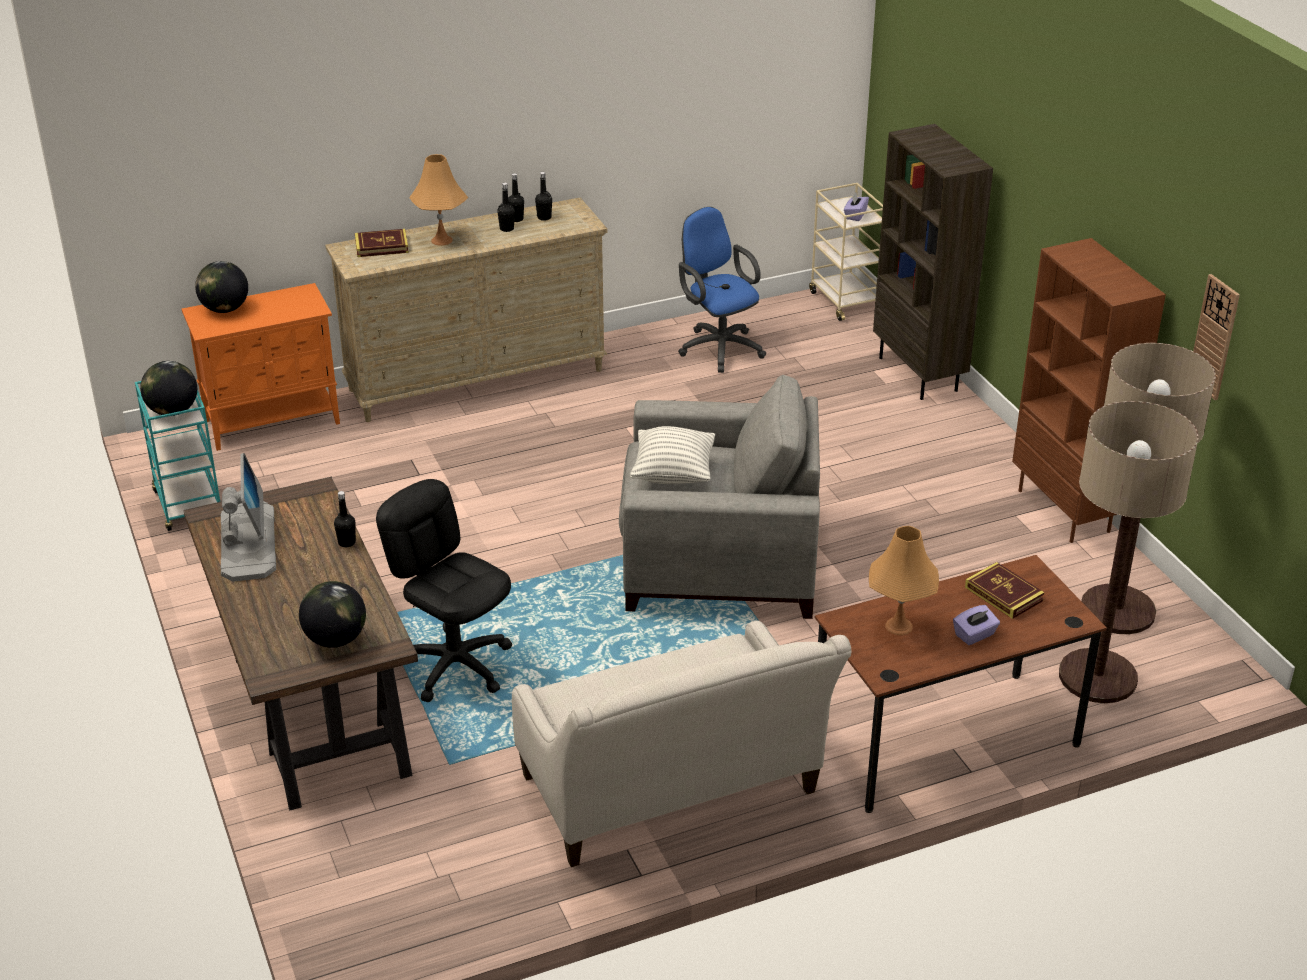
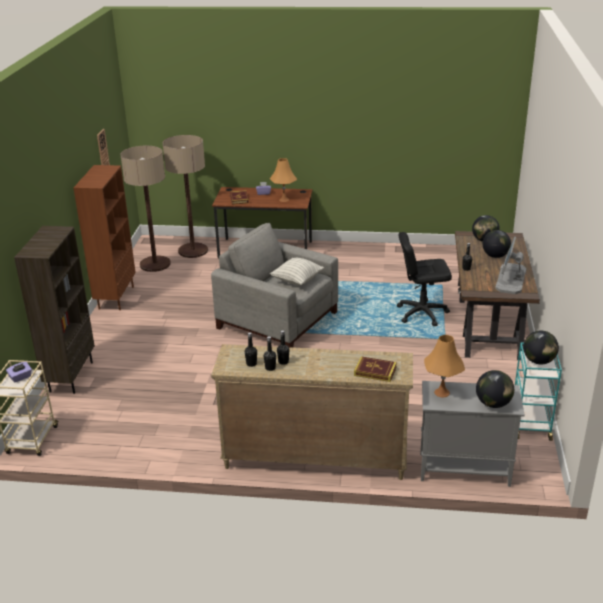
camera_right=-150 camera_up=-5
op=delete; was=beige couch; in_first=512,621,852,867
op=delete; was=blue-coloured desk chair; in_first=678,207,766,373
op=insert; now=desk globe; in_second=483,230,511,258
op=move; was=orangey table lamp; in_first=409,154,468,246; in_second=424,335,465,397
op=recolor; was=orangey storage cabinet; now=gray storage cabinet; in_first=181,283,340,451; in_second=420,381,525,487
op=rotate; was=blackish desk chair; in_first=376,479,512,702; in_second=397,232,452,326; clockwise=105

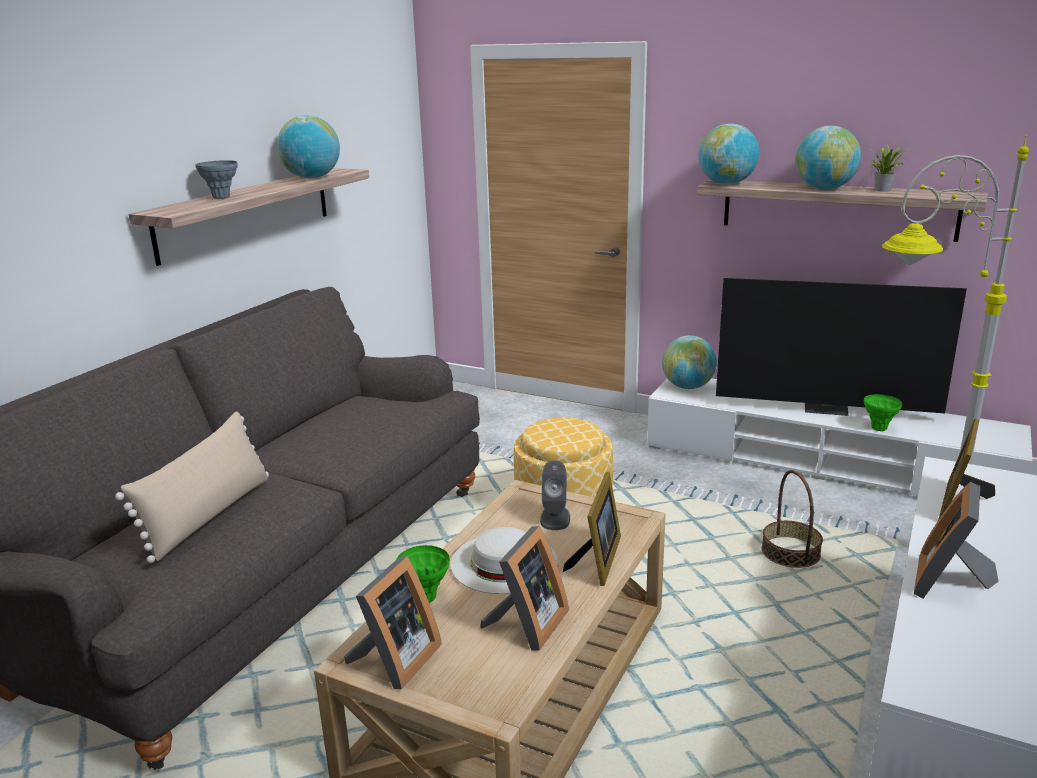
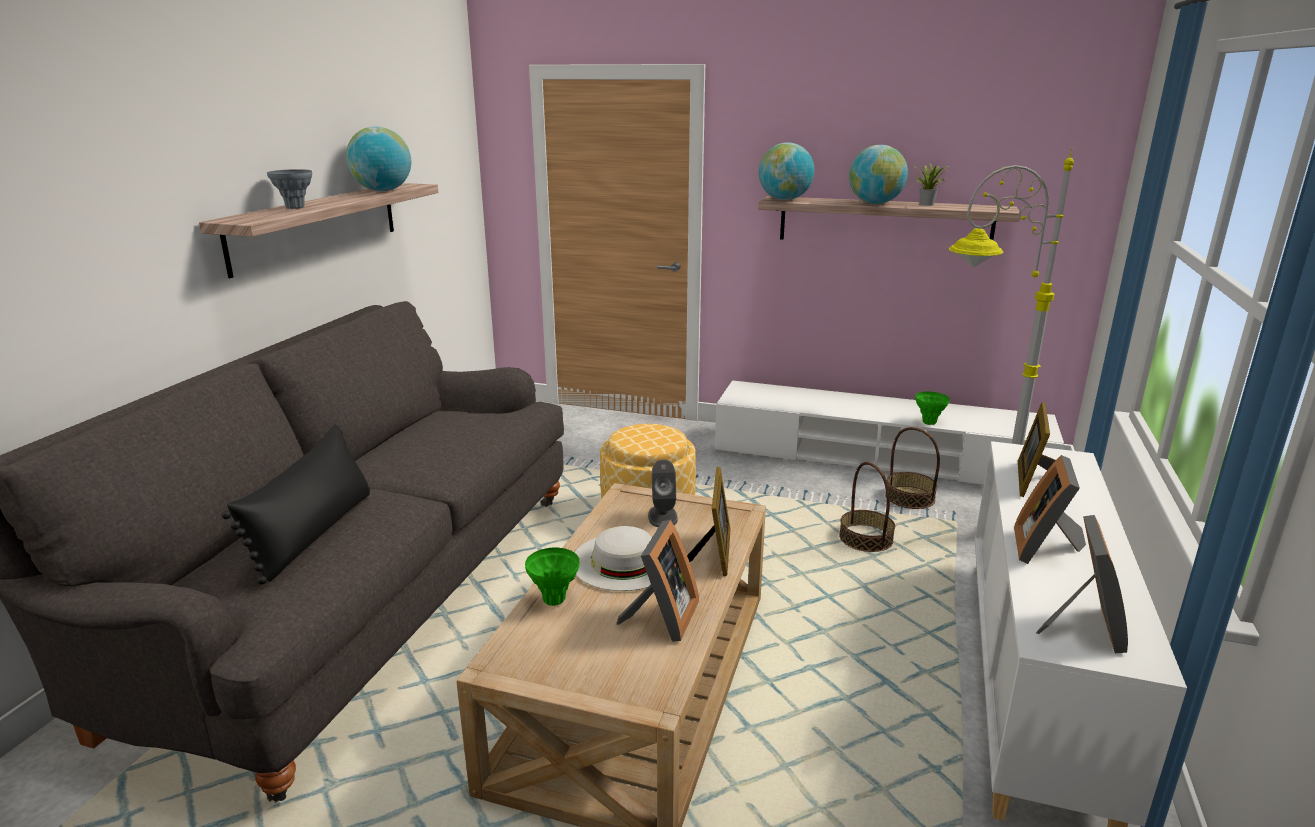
camera_right=-10 camera_up=0
op=delete; was=desk globe; in_first=662,335,717,389
op=delete; was=television; in_first=716,278,967,416
op=insert; now=basket; in_second=885,427,940,509
op=move; was=photo frame; in_first=344,556,442,689; in_second=1036,515,1128,653
op=recolor; was=beige pillow; now=blackish pillow; in_first=115,412,269,563; in_second=221,425,370,585

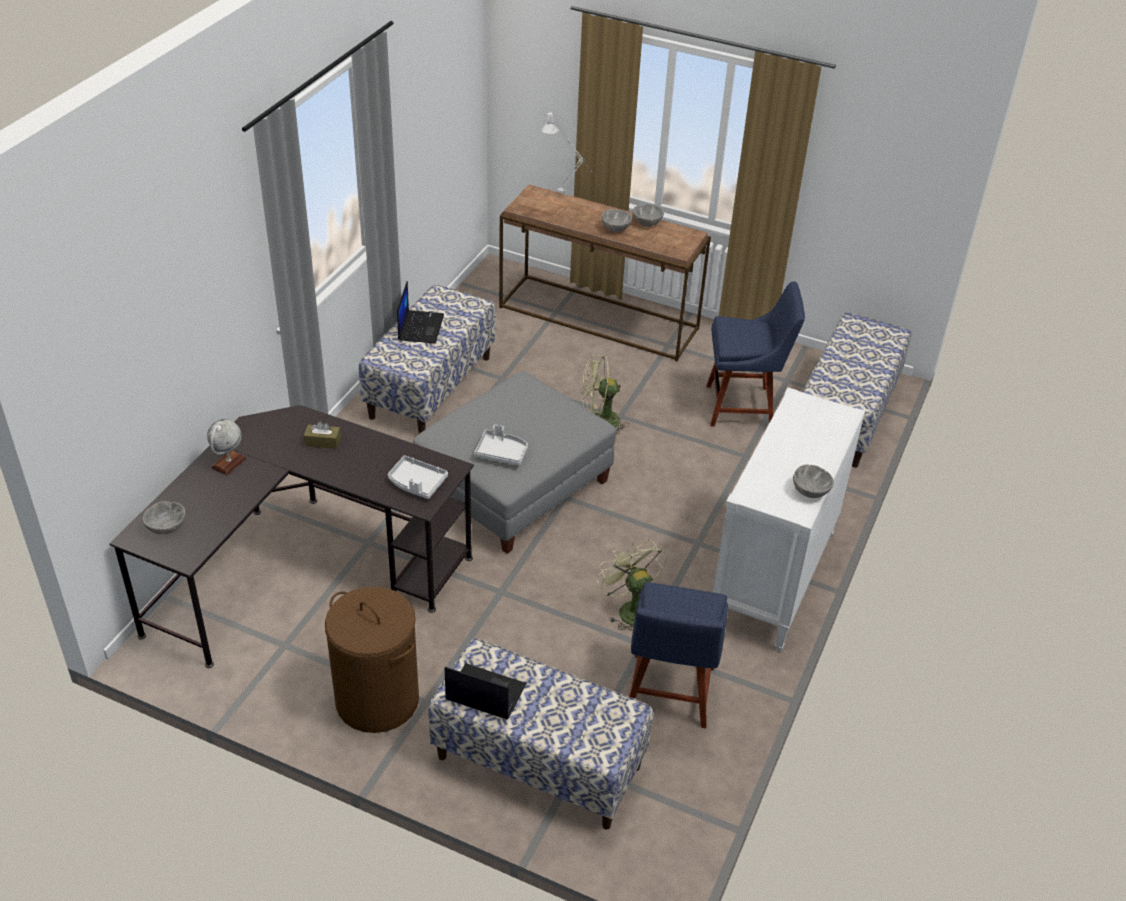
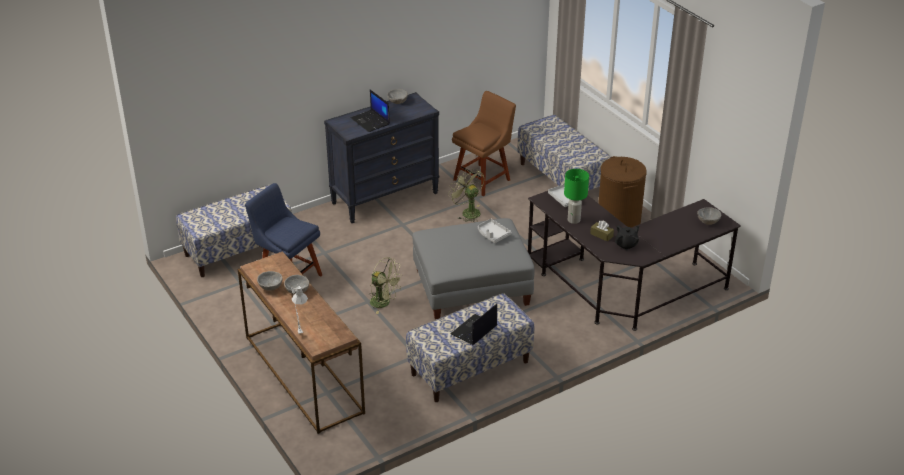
camera_right=-145 camera_up=-5
op=delete; was=desk globe; in_first=207,419,247,476
op=insert; now=greenish table lamp; in_second=564,169,589,224
op=insert; now=blackish tea pot; in_second=615,225,639,250
op=move; was=portable computer; in_first=445,663,527,719; in_second=351,90,390,132
op=recolor; was=blue-coloured chair; now=brownish chair; in_first=629,582,728,728; in_second=452,91,516,196
op=recolor; was=whitish chest of drawers; now=blackish chest of drawers; in_first=713,387,865,652; in_second=324,92,440,223
op=rotate; was=greenish fan; in_first=596,539,667,632; in_second=448,168,484,222; clockwise=135

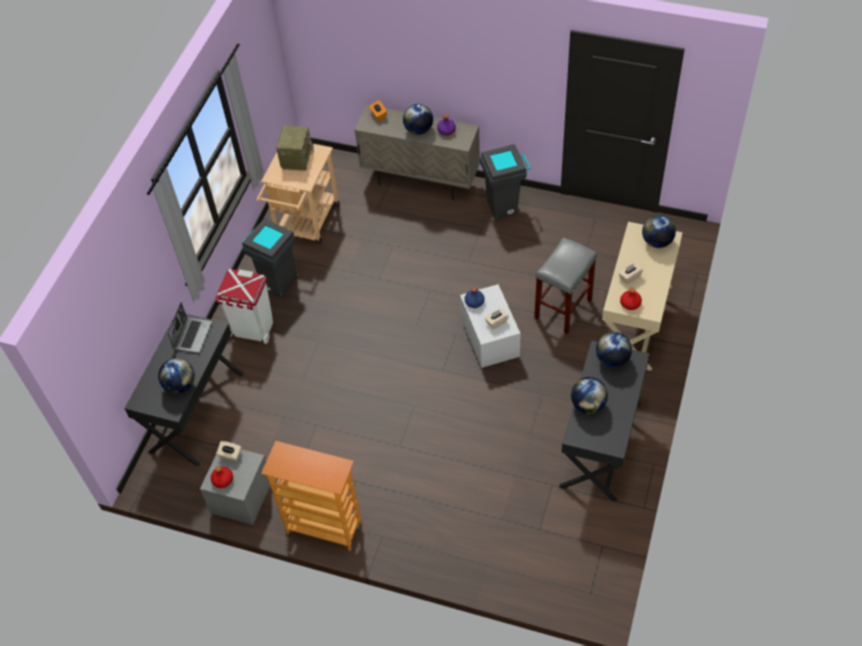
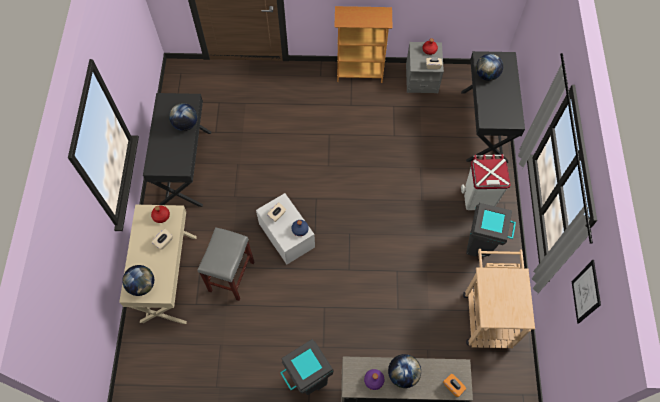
camera_right=160 camera_up=10
op=delete; was=portable computer; in_first=167,302,212,353
op=delete; was=radio; in_first=276,125,314,171
op=delete; was=desk globe; in_first=596,332,632,368
op=insert; now=wall picture; in_second=572,260,601,324

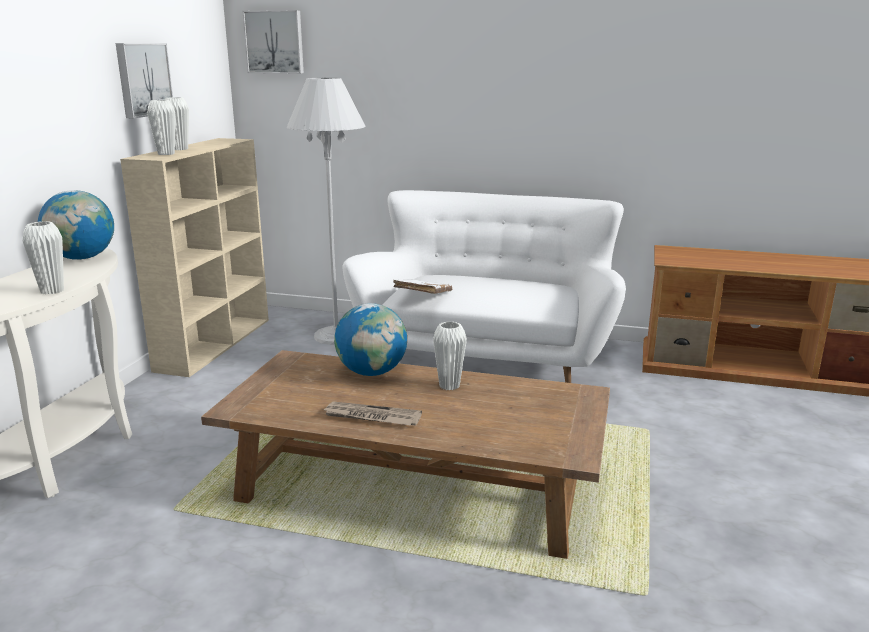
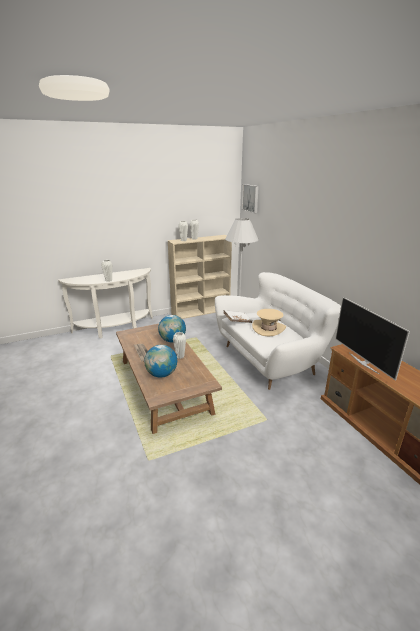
camera_right=50 camera_up=5
op=delete; was=wall picture; in_first=116,43,173,119
op=insert; now=beige wearable hat; in_second=252,309,286,336
op=insert; now=television; in_second=335,297,410,381
op=move; was=desk globe; in_first=38,190,114,260; in_second=144,345,177,378

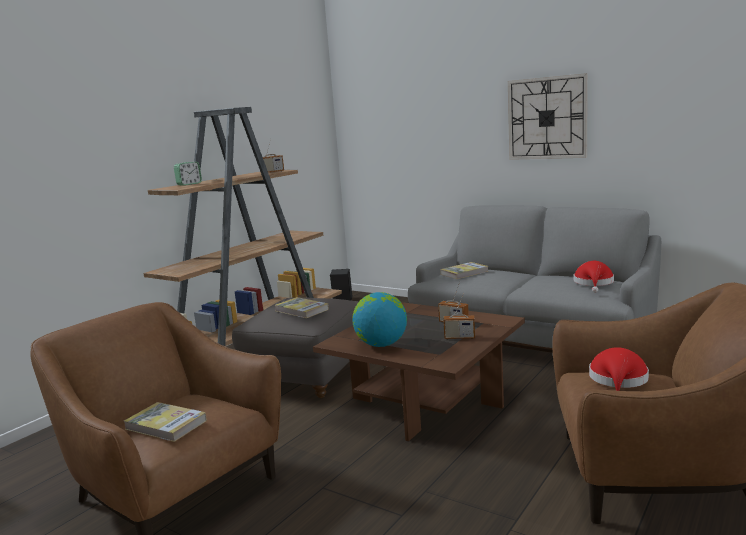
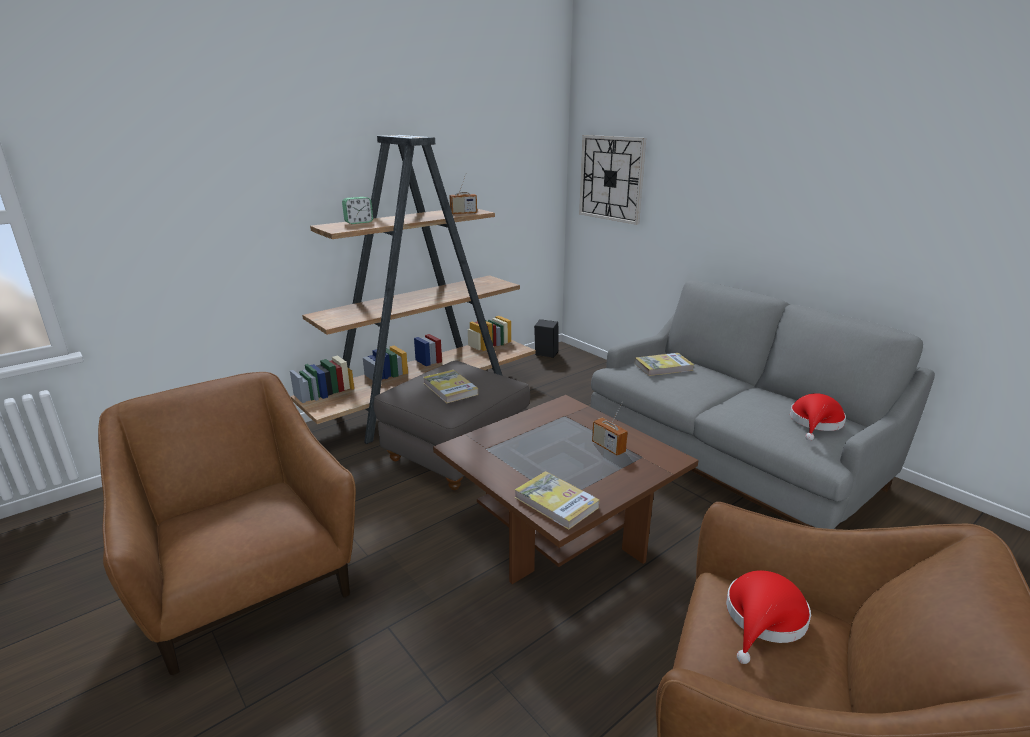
camera_right=15 camera_up=10
op=delete; was=desk globe; in_first=352,292,407,347
op=delete; was=radio; in_first=443,293,475,339
op=move; was=bound book; in_first=124,402,207,442; in_second=515,471,599,530
op=move; was=wall clock; in_first=508,73,588,160; in_second=579,135,646,225

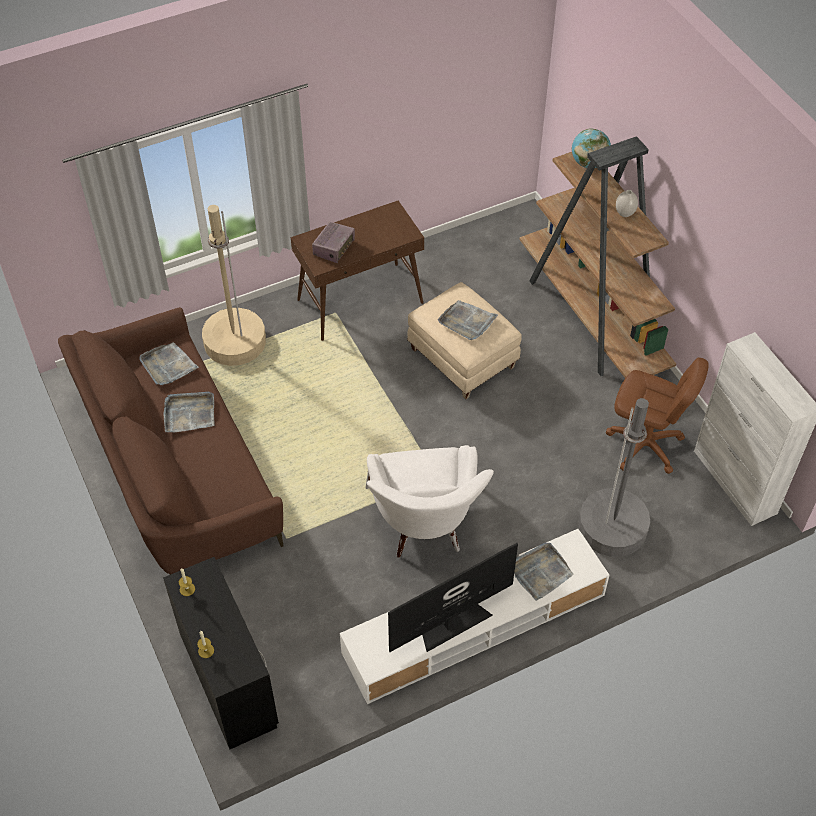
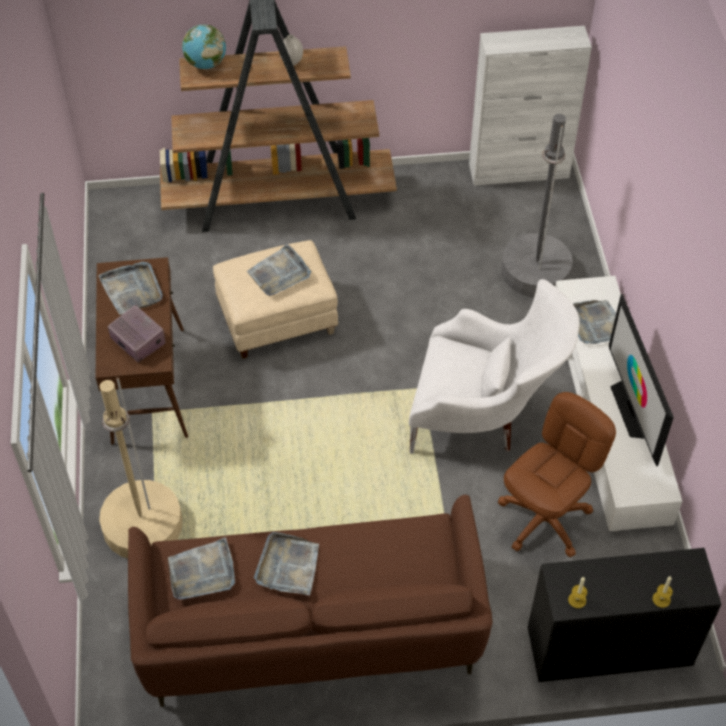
camera_right=-70 camera_up=0
op=insert; now=gray tray; in_second=98,262,163,315
op=move; was=brownish desk chair; in_first=606,357,709,474; in_second=498,392,616,557

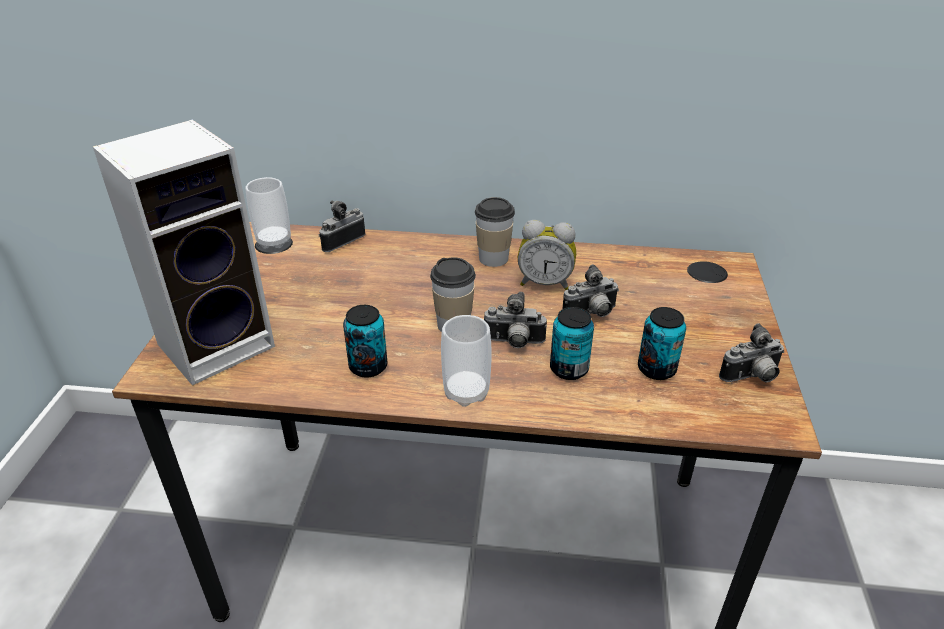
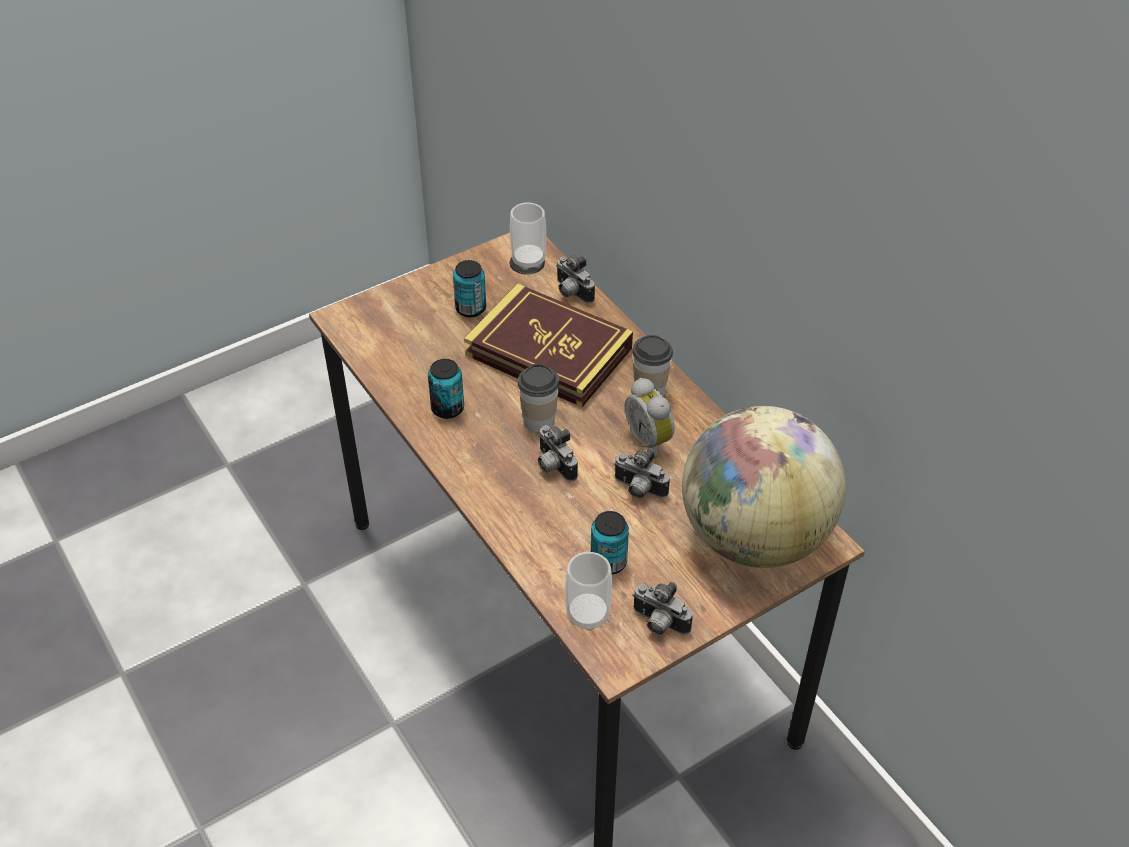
camera_right=50 camera_up=10
op=delete; was=audio speaker; in_first=93,120,275,386
op=insert; now=bound book; in_second=464,284,633,407
op=insert; now=desk globe; in_second=682,406,846,568
op=move; was=small cup; in_first=441,315,492,407; in_second=565,552,612,631
op=move; was=metal can; in_first=550,307,594,380; in_second=453,260,486,317
op=rotate; was=photo camera; in_first=319,200,365,252; in_second=556,254,595,303; clockwise=-135

